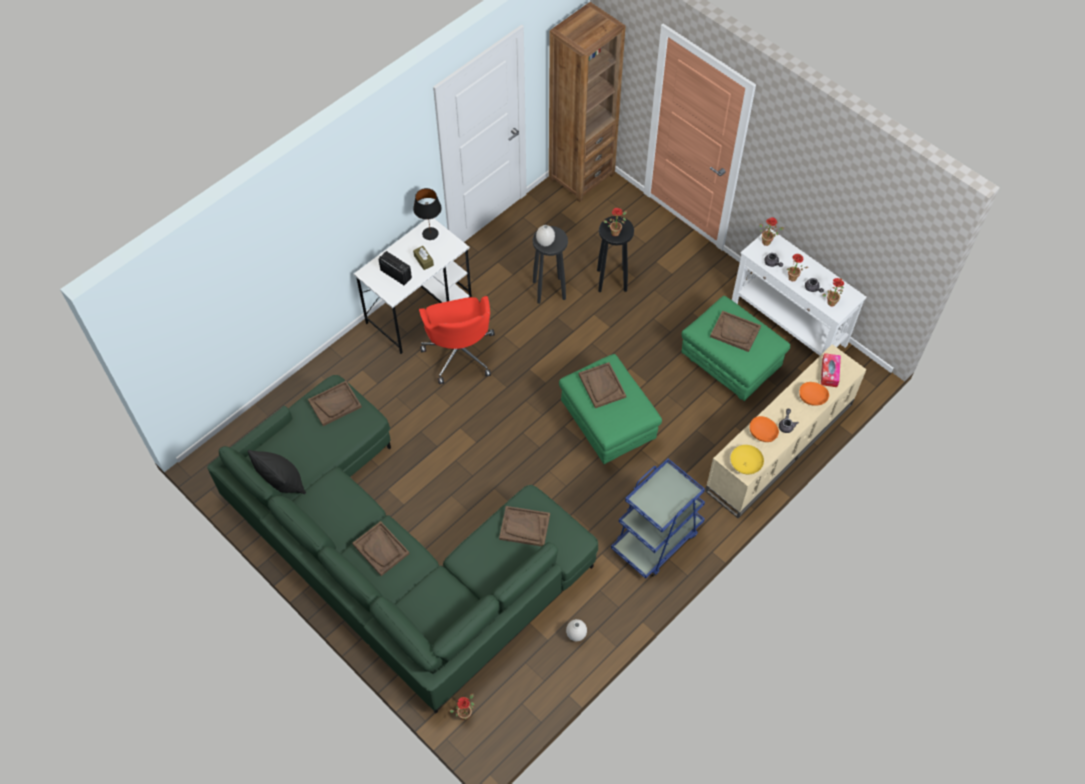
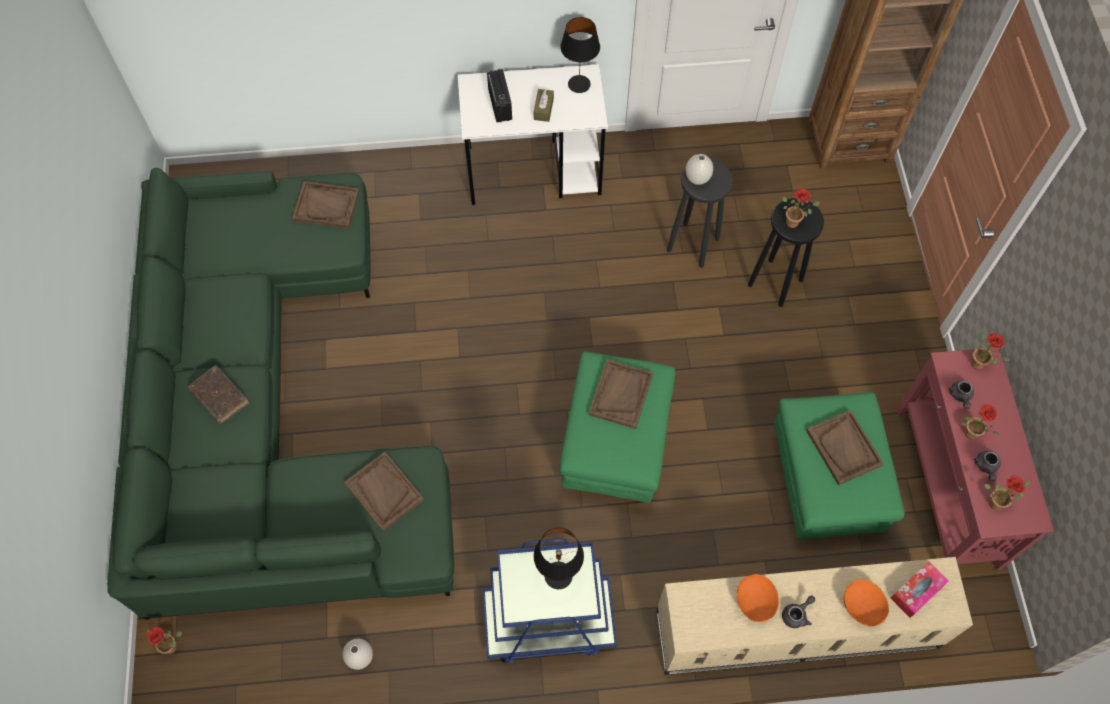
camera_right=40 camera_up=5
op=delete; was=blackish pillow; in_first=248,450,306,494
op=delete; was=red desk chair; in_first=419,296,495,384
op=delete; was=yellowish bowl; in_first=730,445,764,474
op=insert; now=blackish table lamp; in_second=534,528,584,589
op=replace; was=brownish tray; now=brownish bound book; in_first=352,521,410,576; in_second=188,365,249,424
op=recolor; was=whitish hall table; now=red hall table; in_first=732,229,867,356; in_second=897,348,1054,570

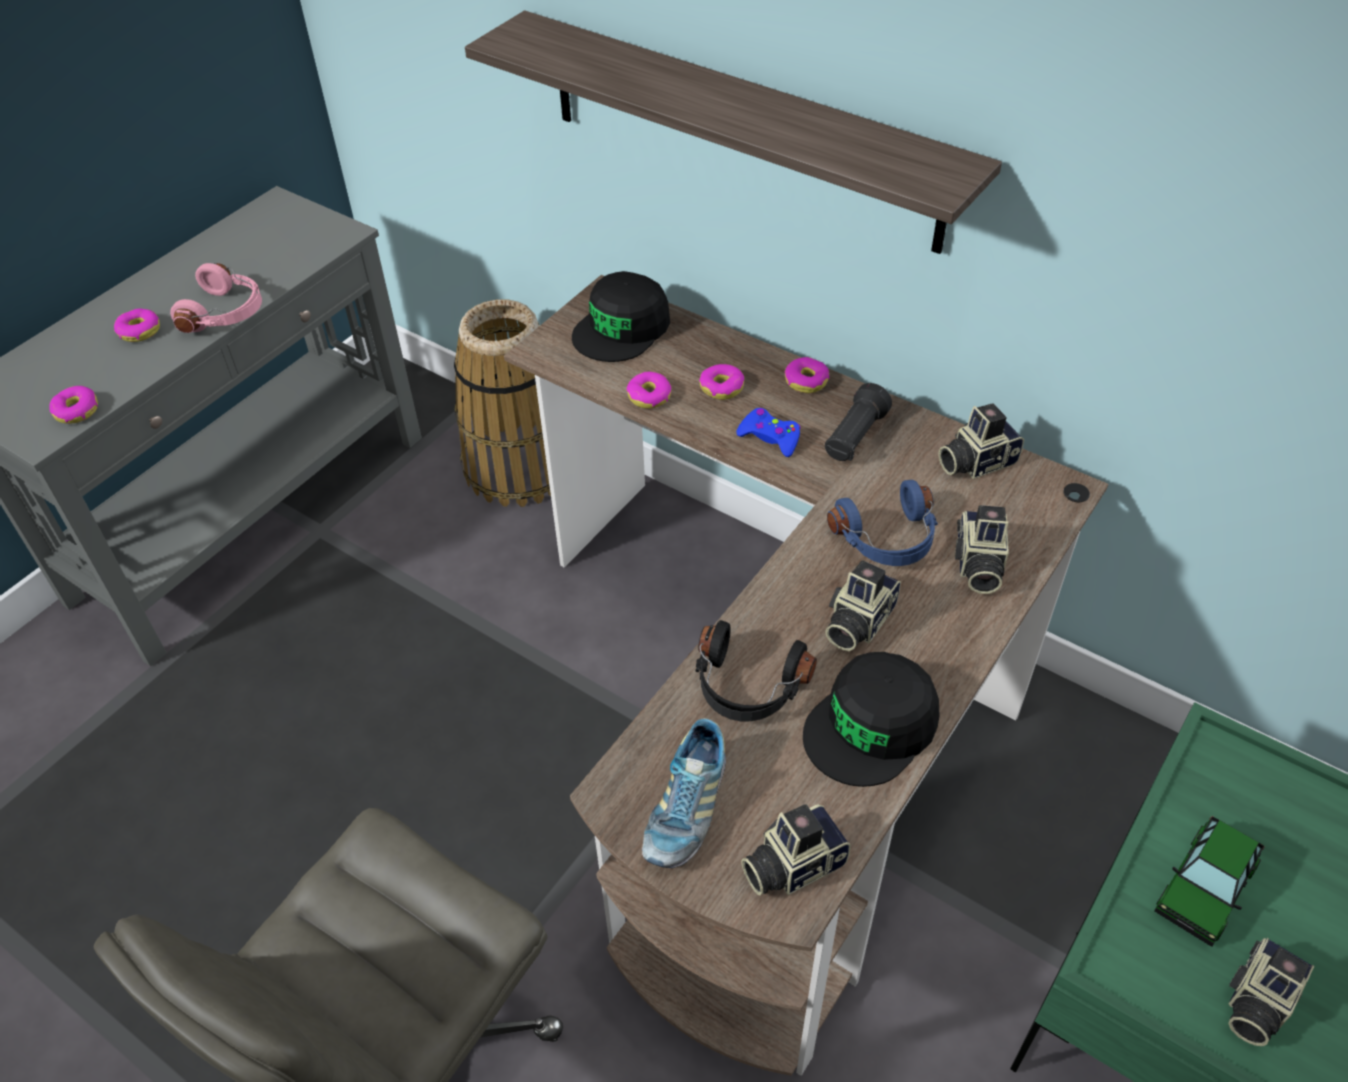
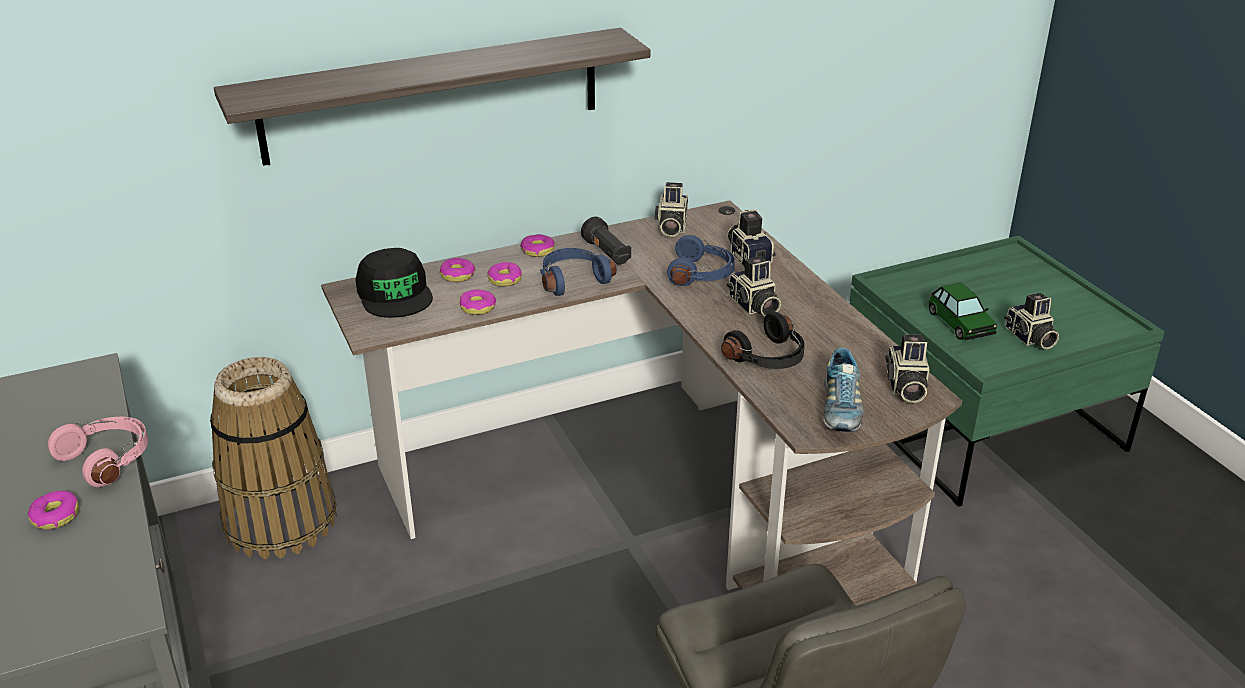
camera_right=-60 camera_up=-15
op=delete; was=blackish cap; in_first=803,652,940,787
op=move; was=doughnut; in_first=49,386,98,424; in_second=440,258,476,282
op=replace; was=blue-coloured joypad; now=blue-coloured headset; in_first=736,408,801,457; in_second=540,248,617,296
op=rotate; was=shoe; in_first=642,718,726,868; in_second=823,347,864,432; clockwise=45
op=rotate; was=photo camera; in_first=955,505,1009,594; in_second=727,209,775,268; clockwise=-150

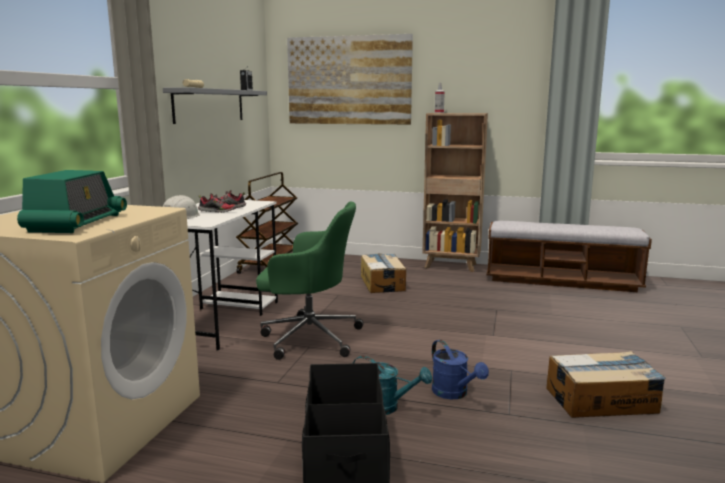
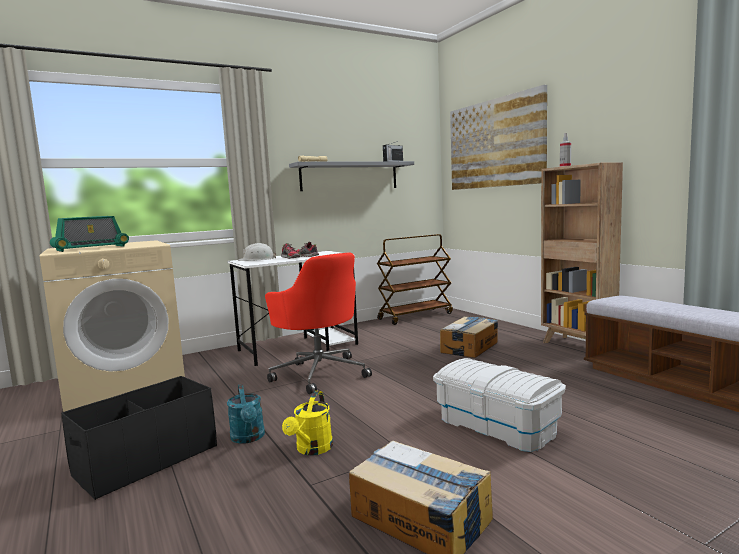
camera_right=45 camera_up=-5
op=insert; now=whitish storage bin; in_second=433,358,566,452
op=recolor; was=greenish desk chair; now=red desk chair; in_first=256,202,364,360; in_second=265,253,372,394
op=recolor; was=blue-coloured watering can; now=yellowish watering can; in_first=432,340,489,399; in_second=282,391,333,455

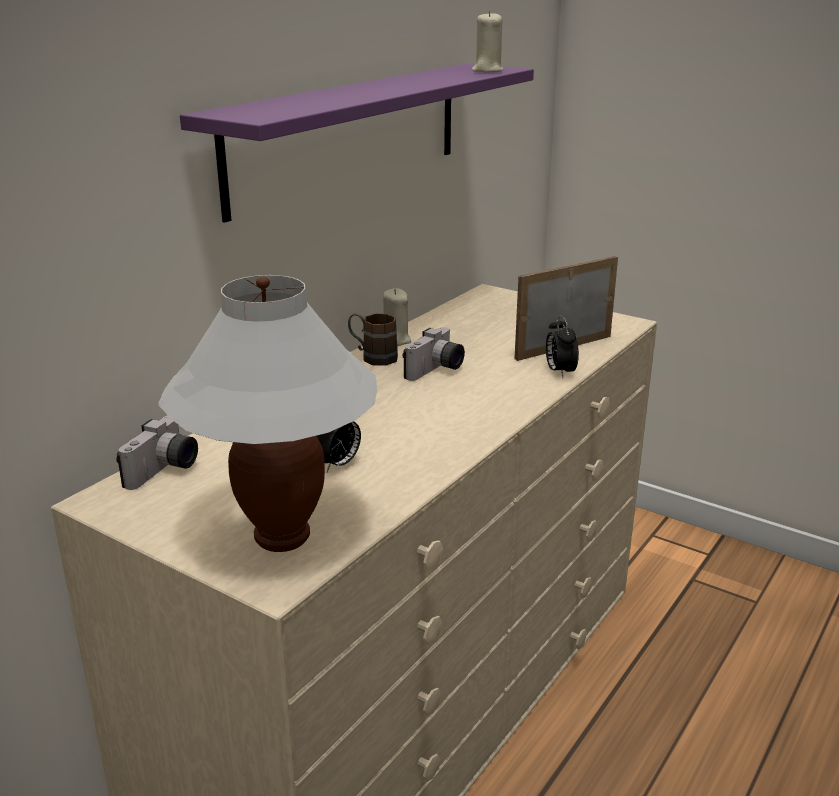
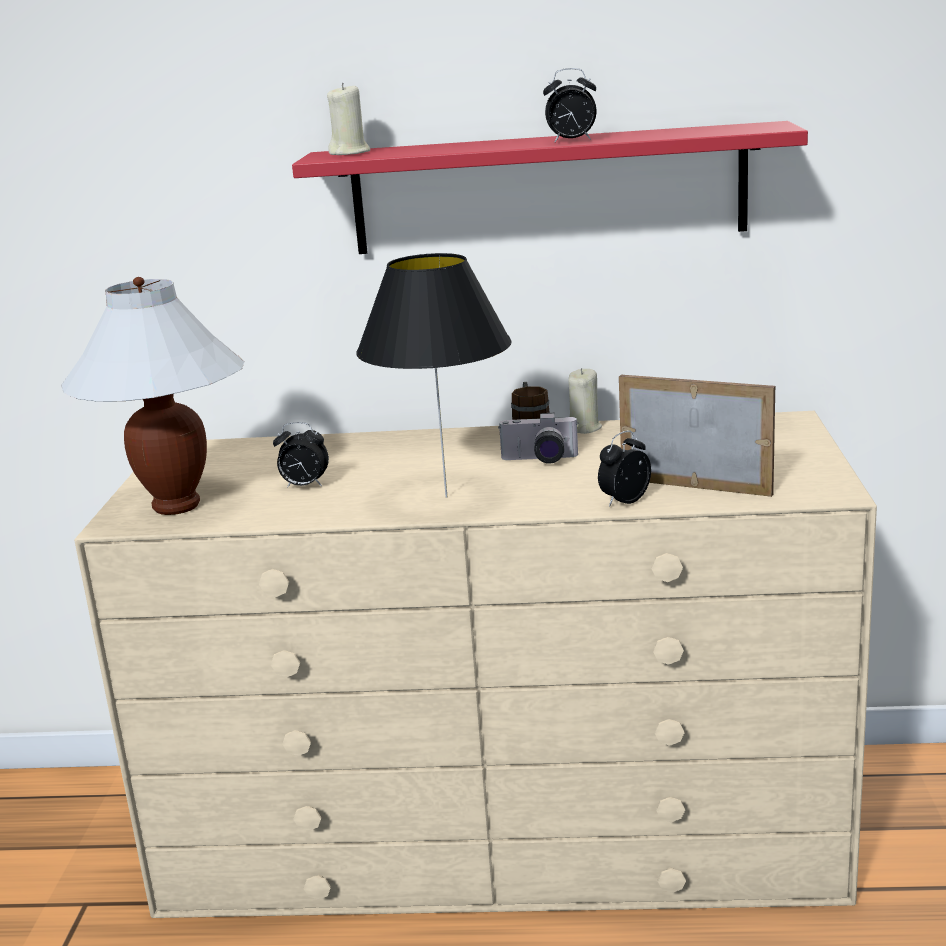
camera_right=60 camera_up=-5
op=delete; was=photo camera; in_first=116,415,198,490
op=insert; now=blackish table lamp; in_second=356,253,512,497
op=insert; now=alarm clock; in_second=543,68,596,143
op=move; was=beige wax candle; in_first=472,11,504,73; in_second=327,83,370,155
op=recolor; was=purplish bracket shelf; now=red bracket shelf; in_first=180,64,534,223; in_second=292,121,808,254

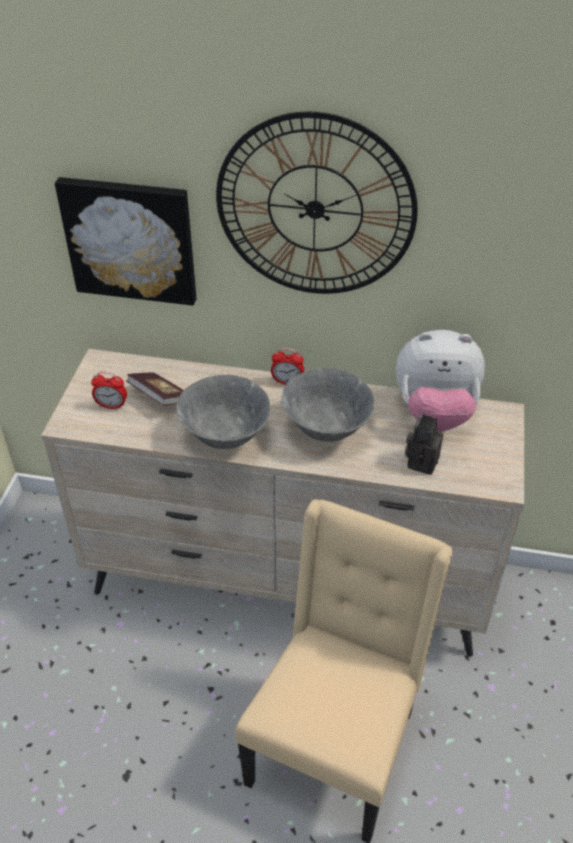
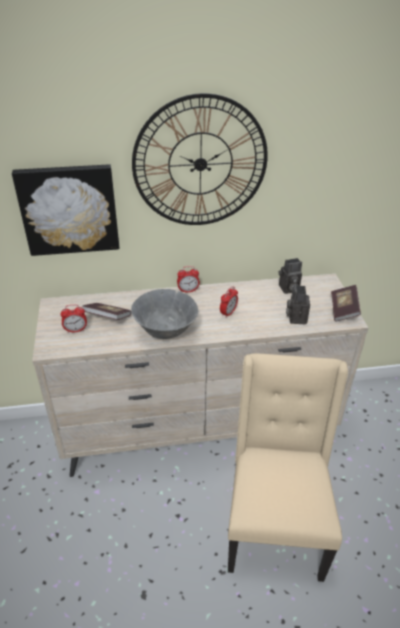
camera_right=-20 camera_up=-5
op=insert; now=bound book; in_second=331,285,361,322
op=replace; was=gray bowl; now=alarm clock; in_first=281,368,374,442; in_second=220,286,238,318
op=replace; was=plush toy; now=photo camera; in_first=396,330,485,431; in_second=279,258,302,294

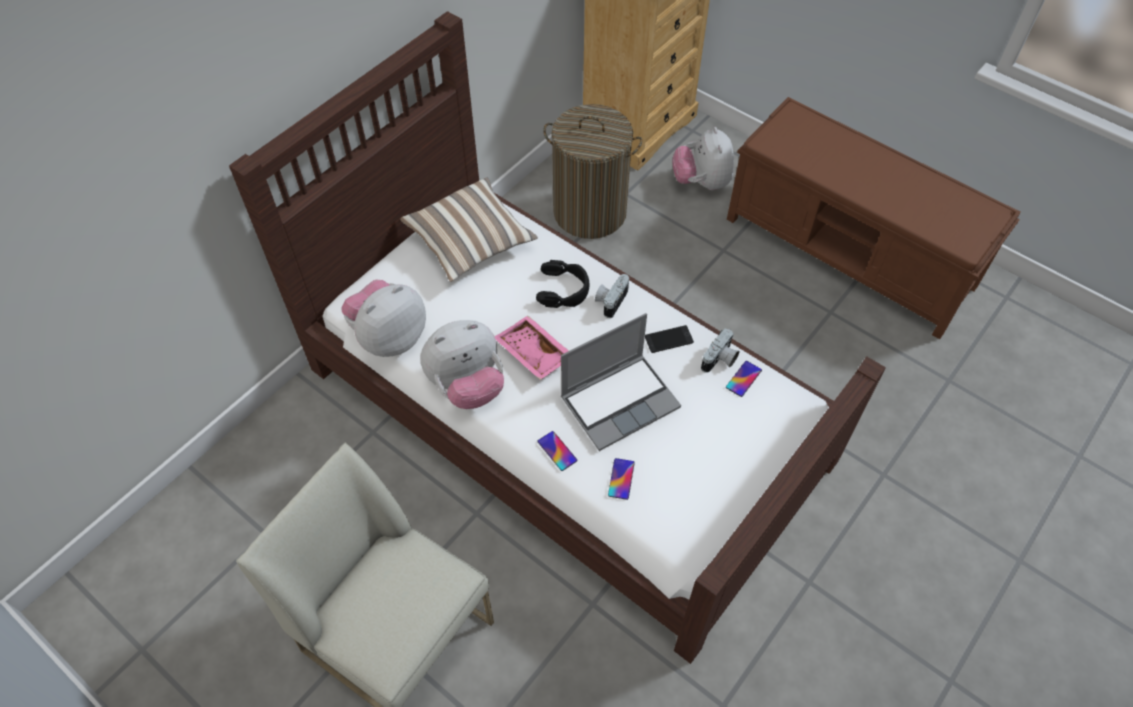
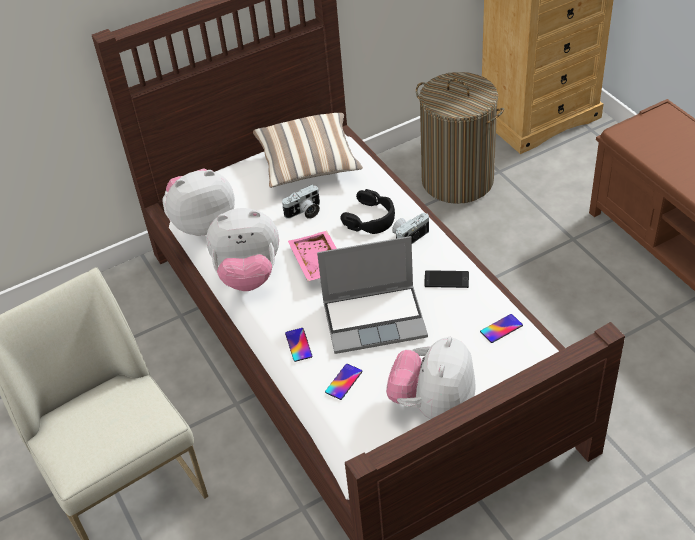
camera_right=25 camera_up=-10
op=move; was=plush toy; in_first=672,127,734,190; in_second=386,336,476,419
op=move; was=photo camera; in_first=701,328,740,373; in_second=282,184,320,219

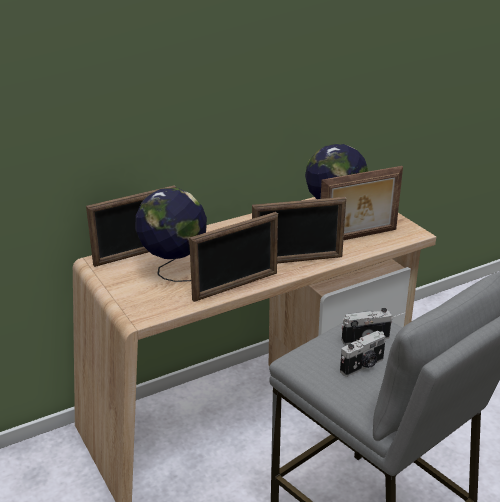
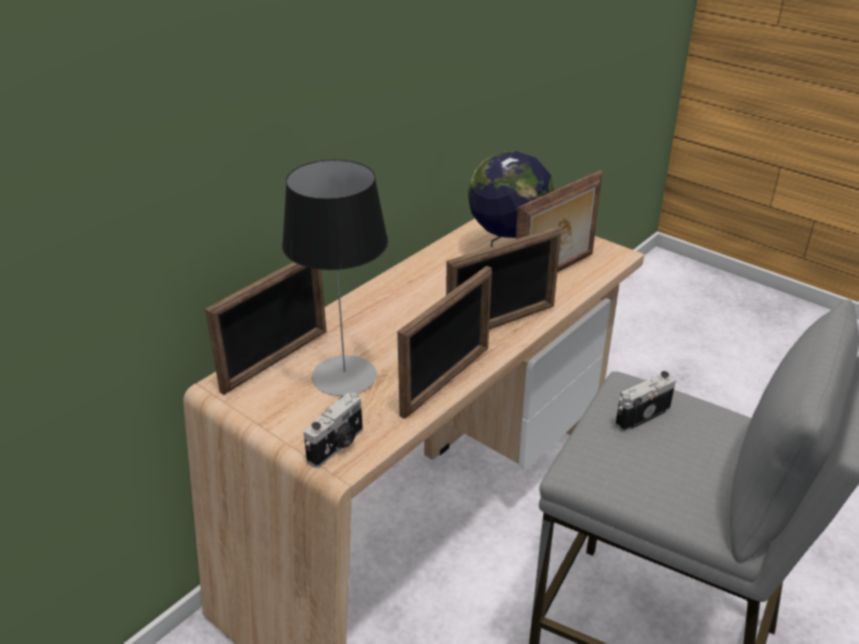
camera_right=-20 camera_up=5
op=move; was=photo camera; in_first=340,331,386,377; in_second=304,392,363,468
op=replace; was=desk globe; now=table lamp; in_first=135,188,207,282; in_second=282,160,388,396

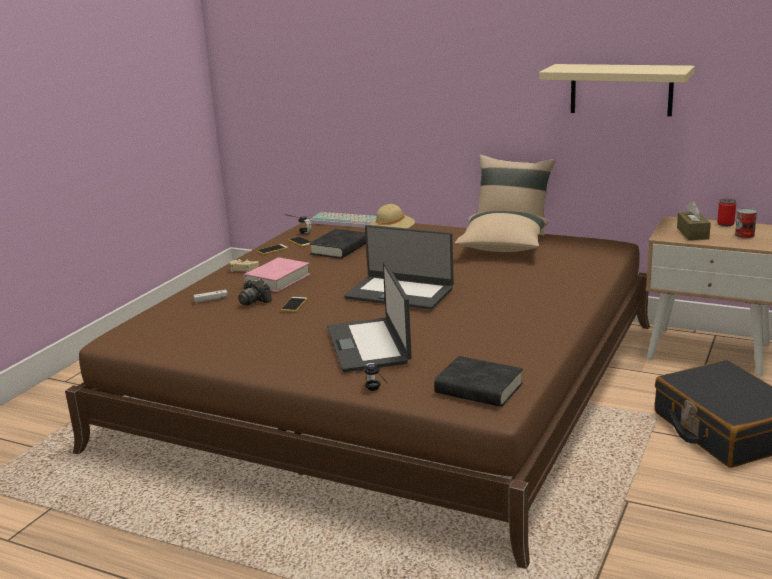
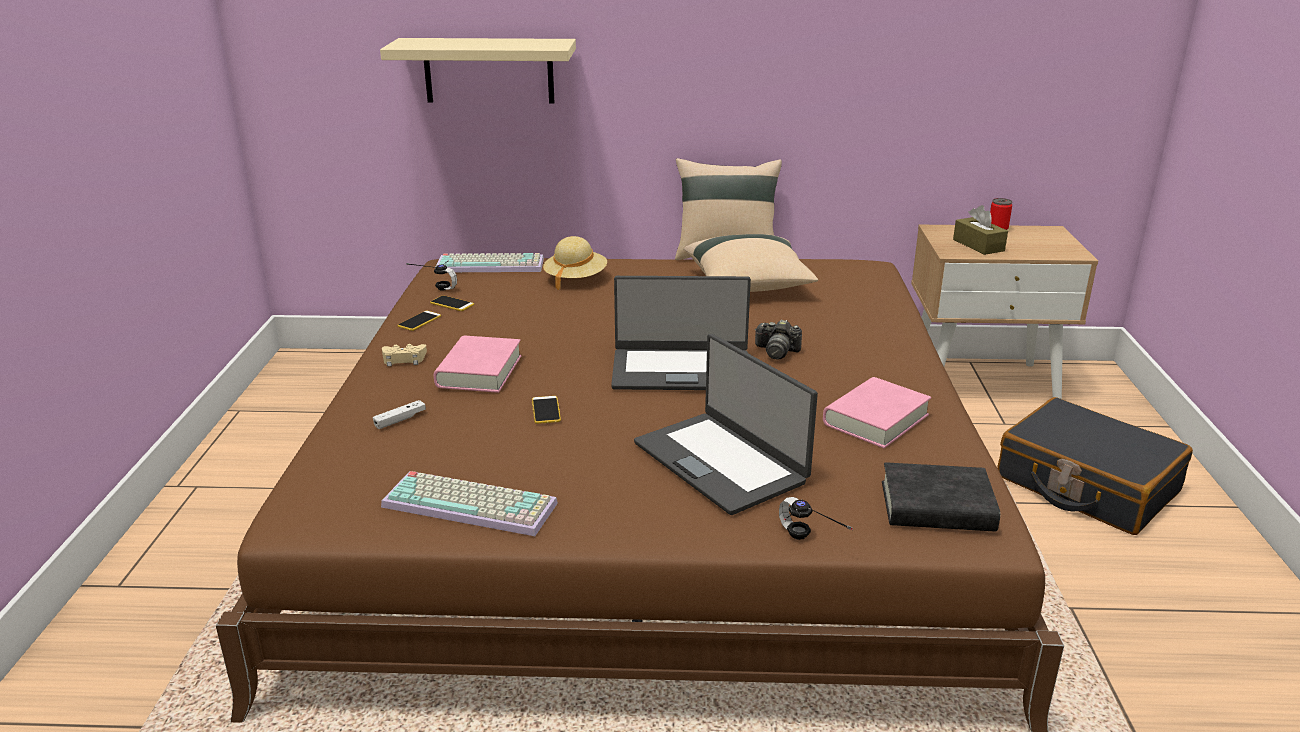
camera_right=-25 camera_up=5
op=delete; was=blackish bound book; in_first=309,229,366,259
op=delete; was=metal can; in_first=735,208,757,239
op=insert; now=keyboard; in_second=381,471,558,536
op=insert; now=pink bound book; in_second=823,377,931,448
op=move; was=photo camera; in_first=238,278,272,306; in_second=755,319,802,359
op=move; was=beige bracket shelf; in_first=539,64,695,116; in_second=380,38,576,103

